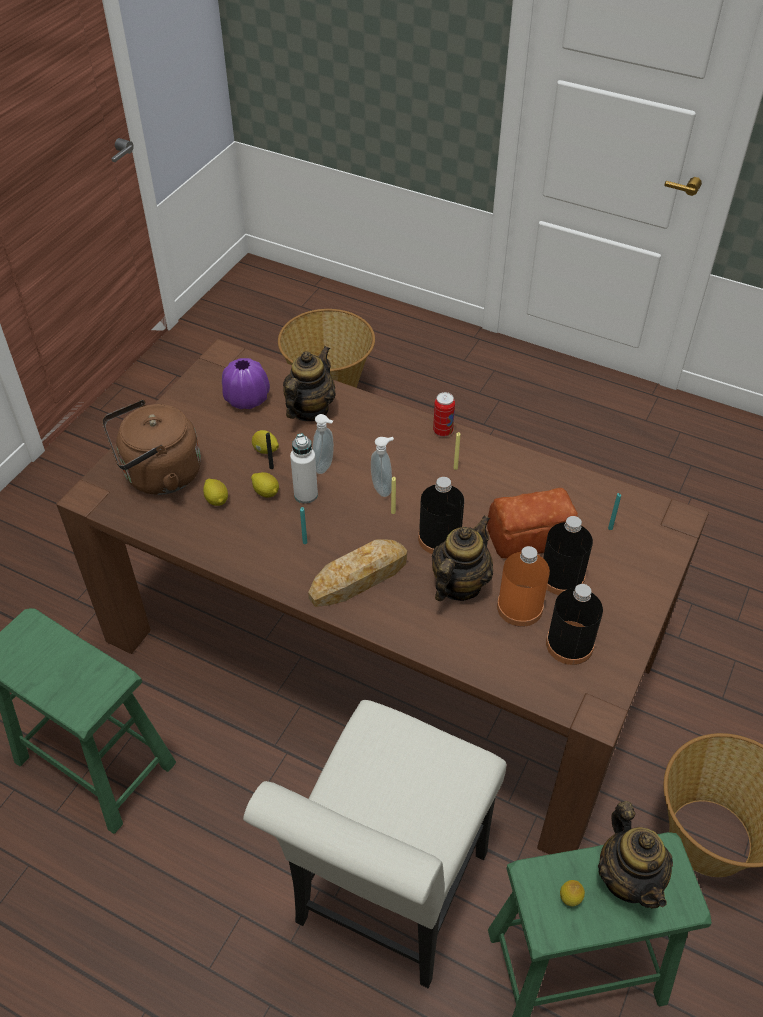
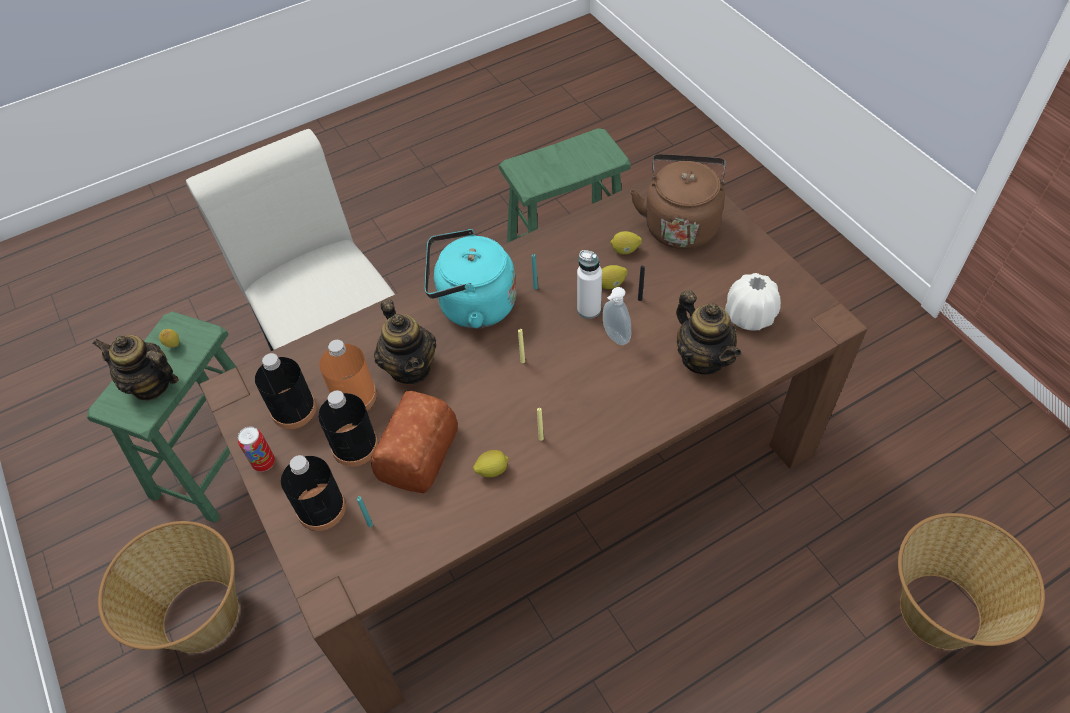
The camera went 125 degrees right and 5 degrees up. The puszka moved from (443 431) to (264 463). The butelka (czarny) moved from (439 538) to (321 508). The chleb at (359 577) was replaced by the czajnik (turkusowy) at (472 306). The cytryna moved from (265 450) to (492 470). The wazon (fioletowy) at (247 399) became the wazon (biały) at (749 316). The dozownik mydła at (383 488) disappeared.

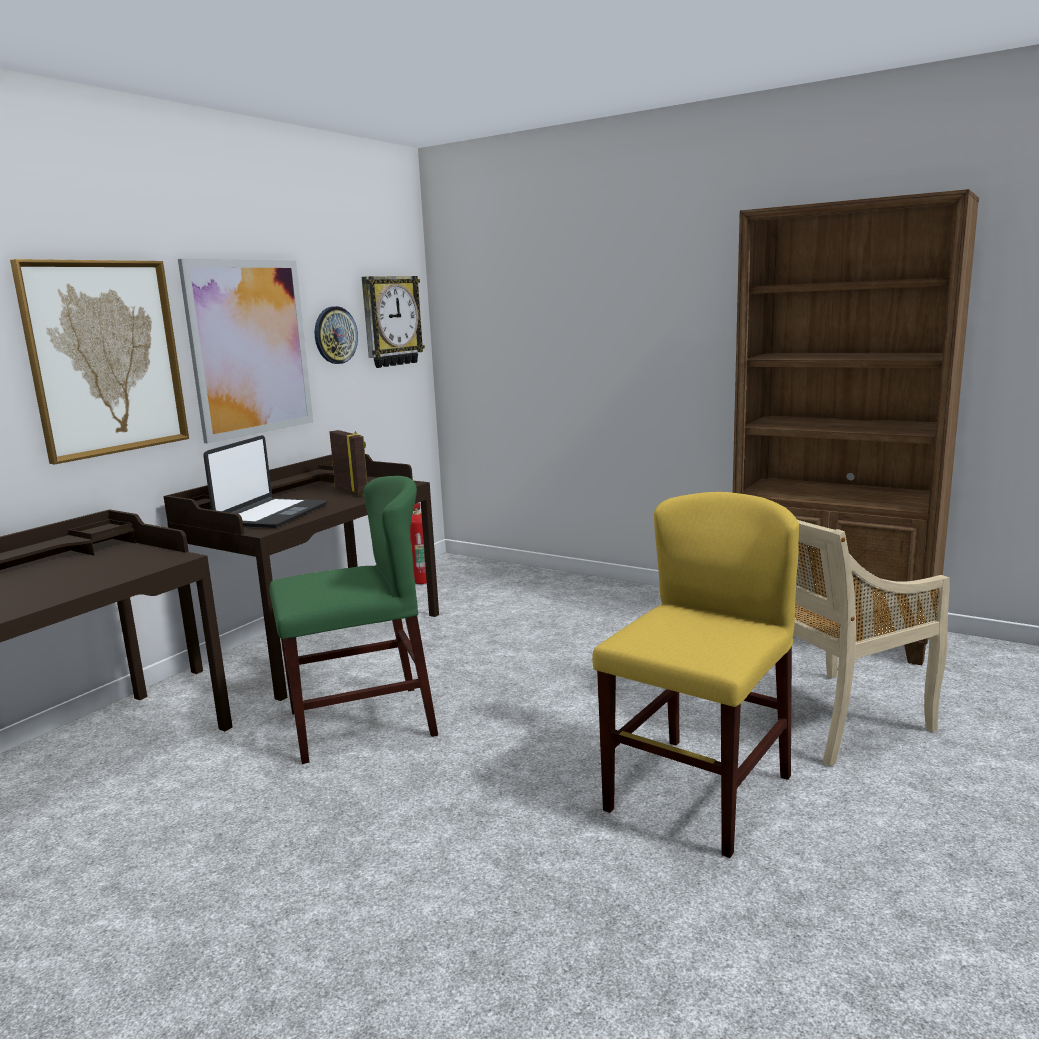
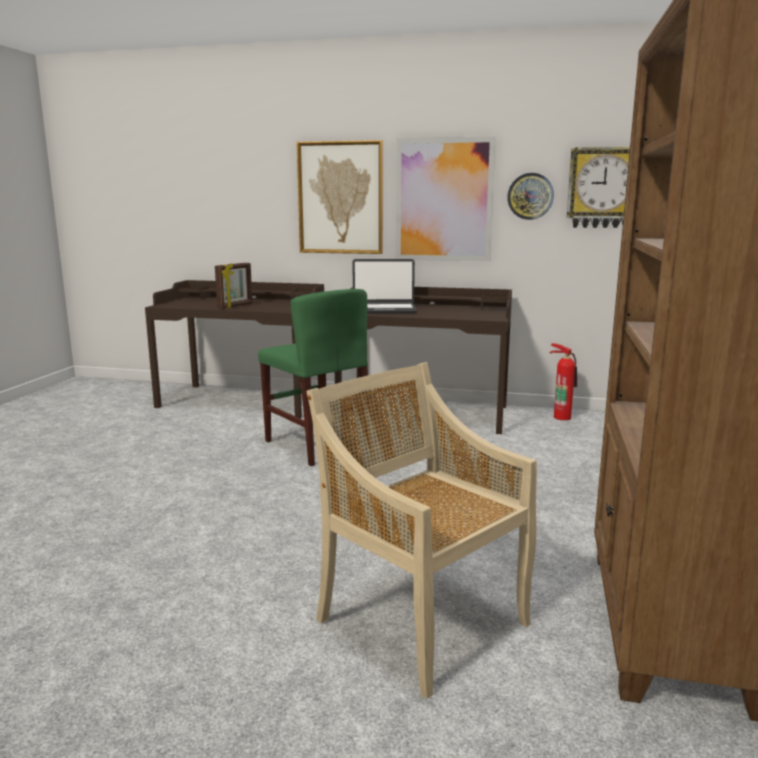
The camera went 70 degrees right and 0 degrees up. The ramka na zdjęcie moved from (352 491) to (235 306). The krzesło (żółty) at (698 793) disappeared.

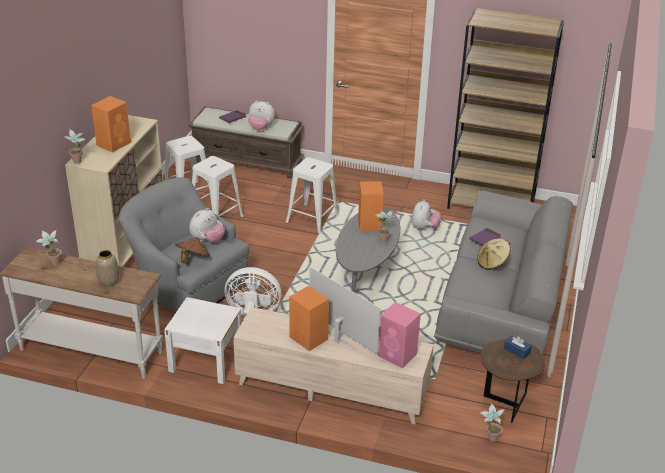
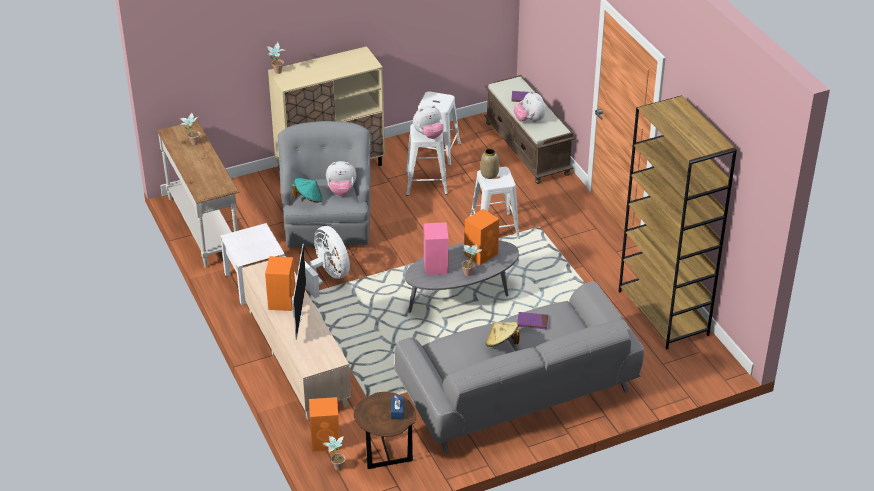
The camera went 50 degrees right and 5 degrees up. The kapelusz (brązowy) at (193 259) became the kapelusz (turkusowy) at (308 198). The głośnik (pomarańczowy) moved from (114 143) to (326 441). The pluszak moved from (424 228) to (429 135). The głośnik (różowy) moved from (398 355) to (436 266). The wazon moved from (108 281) to (489 174).

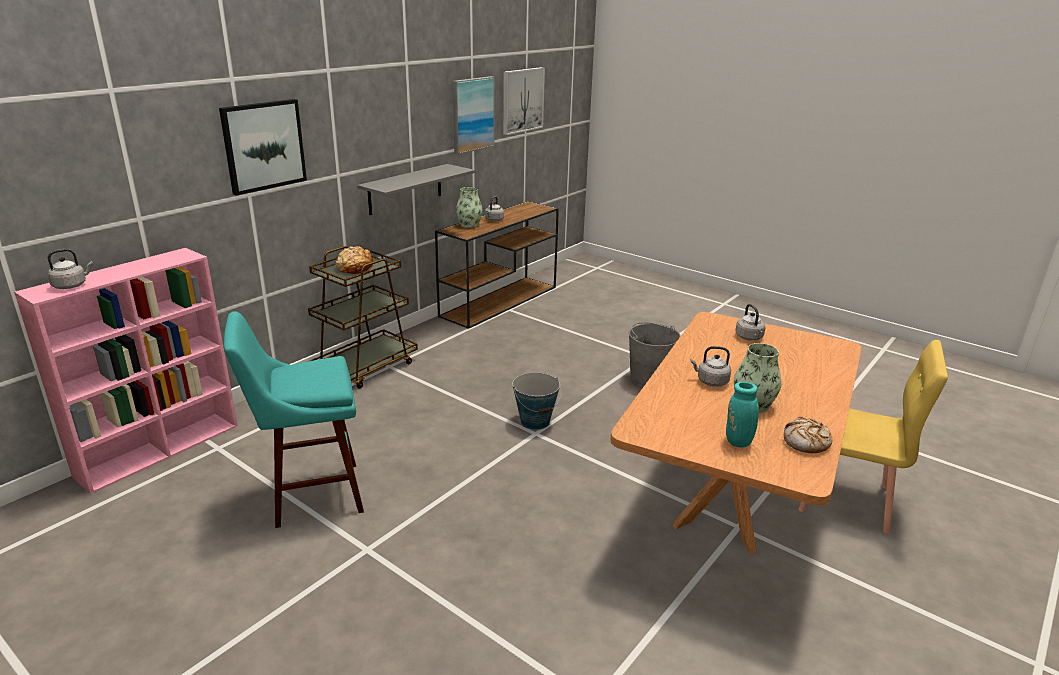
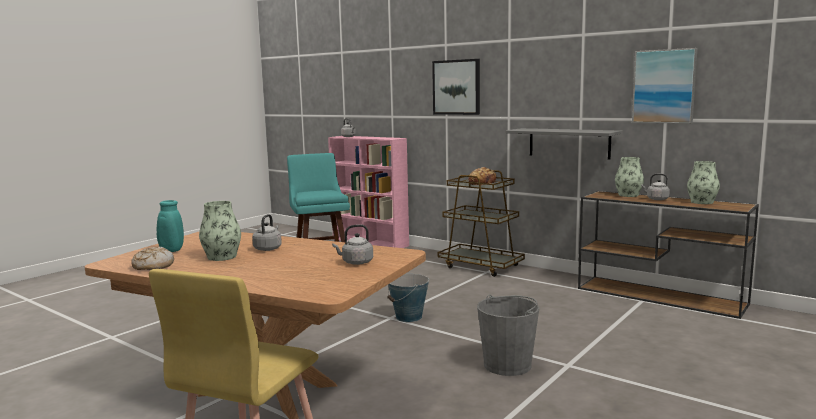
The camera went 90 degrees right and 15 degrees down. The wazon at (702 202) appeared. The obraz at (522 100) disappeared.

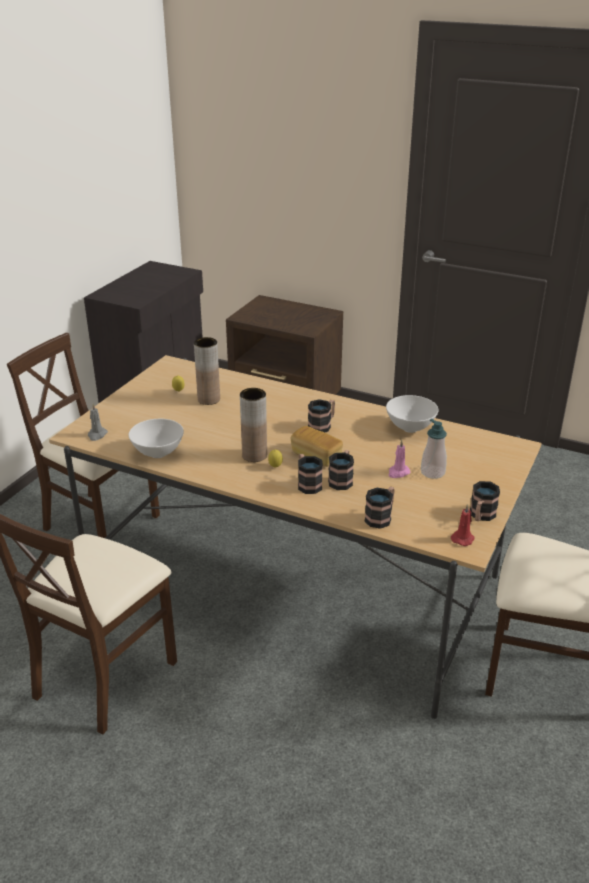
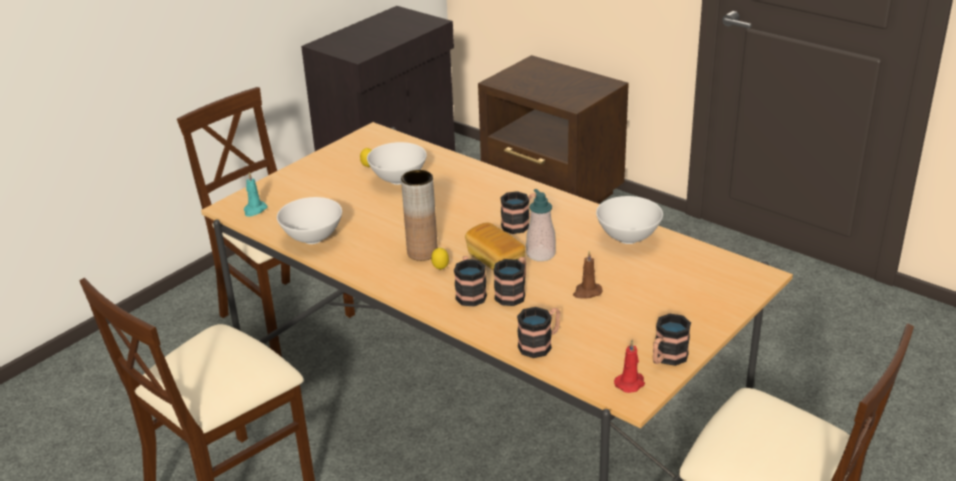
The camera went 15 degrees right and 0 degrees up. The świeca (szary) at (97 435) became the świeca (turkusowy) at (254 210). The wazon (brązowy) at (209 399) was replaced by the miska (biały) at (399 180). The dozownik mydła moved from (432 472) to (541 254). The świeca (różowy) at (398 473) became the świeca (brązowy) at (587 292).

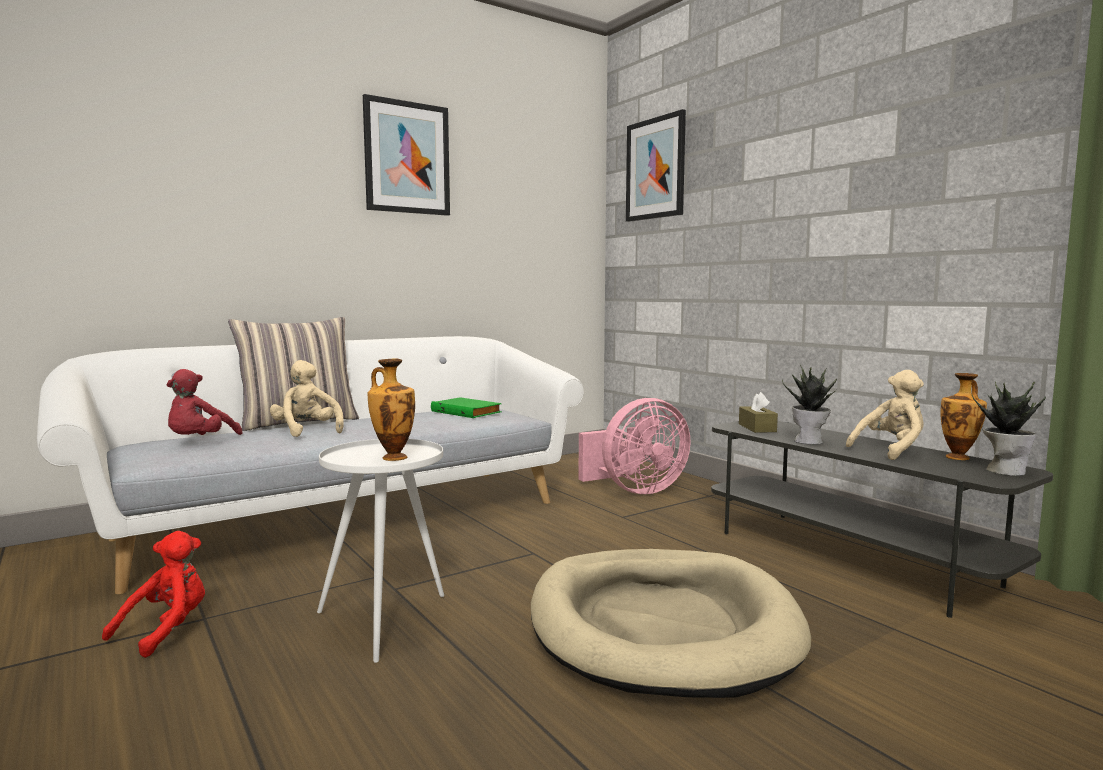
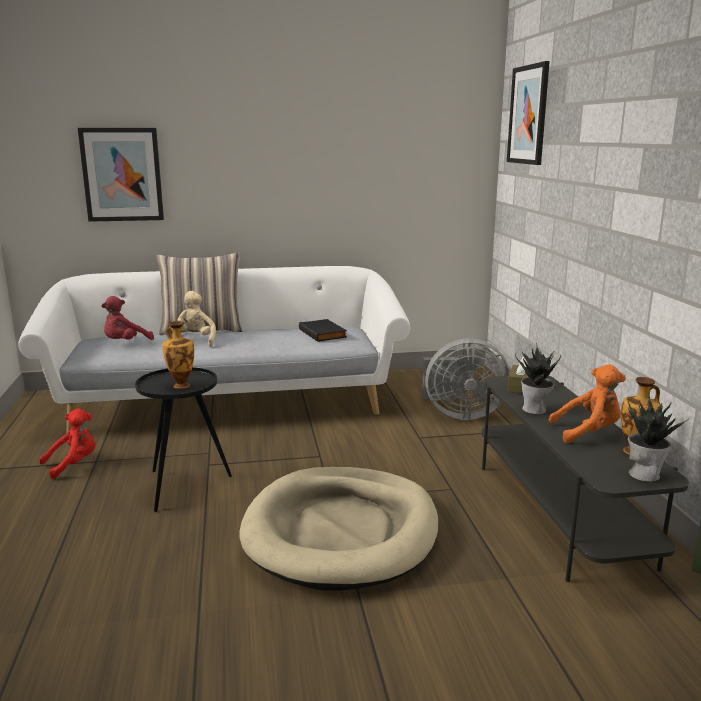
The camera went 25 degrees right and 10 degrees up. The obraz moved from (407 158) to (122 174). The stolik (biały) at (388 620) became the stolik (czarny) at (185 486). The książka (zielony) at (467 411) became the książka (czarny) at (323 333). The wentylator (różowy) at (636 490) became the wentylator (szary) at (460 414). The pluszak (beżowy) at (891 450) became the pluszak (pomarańczowy) at (588 432).

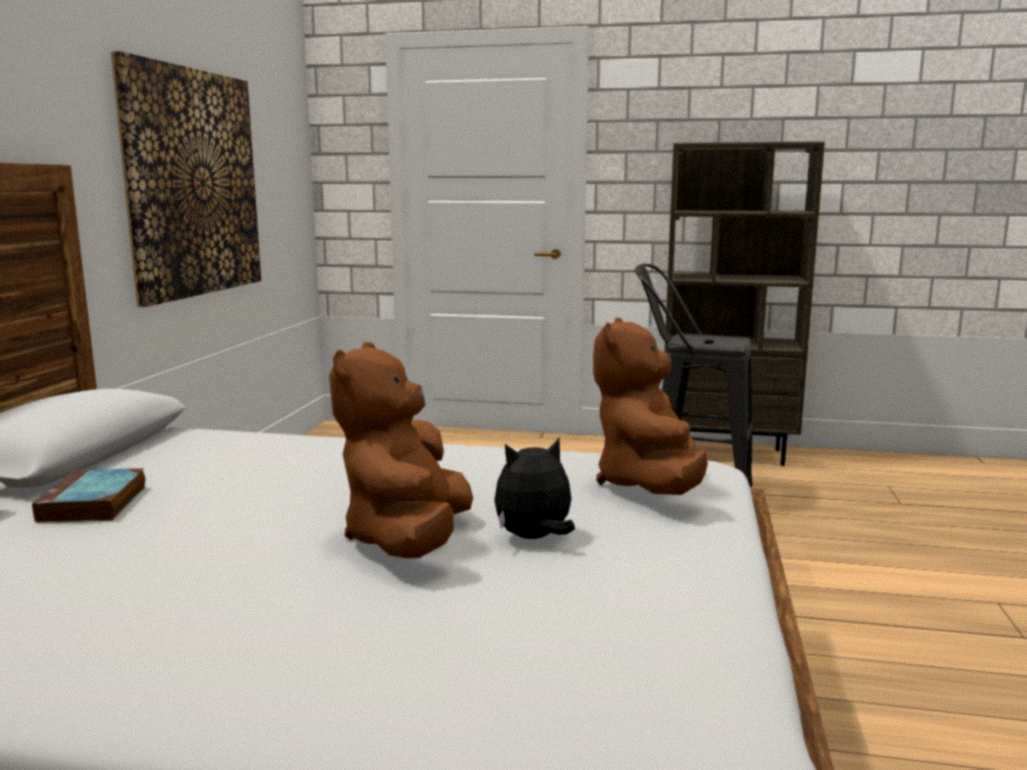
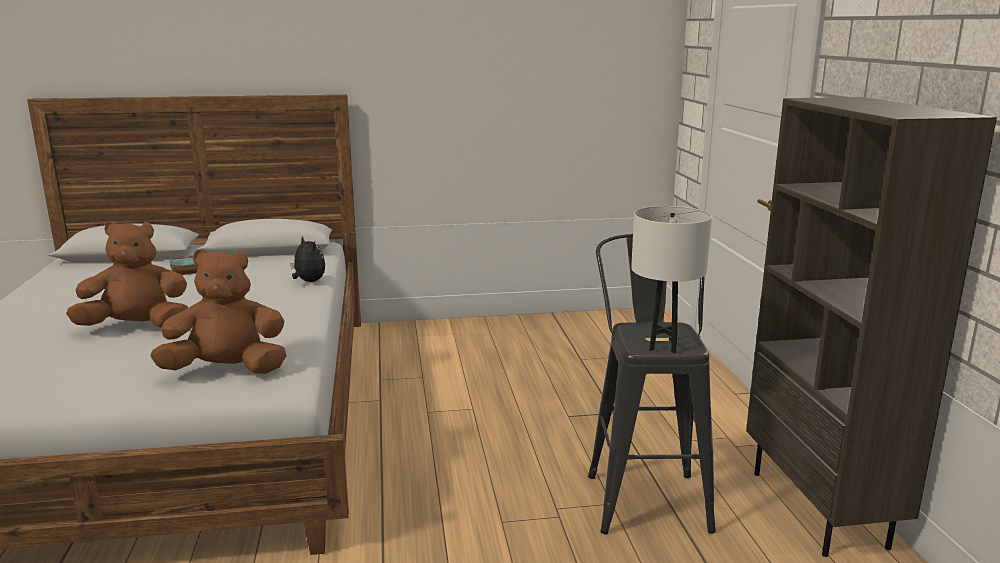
The camera went 70 degrees right and 5 degrees up. The pluszak moved from (534 538) to (308 281). The lampa stołowa (biały) at (662 347) appeared. The obraz at (193 183) disappeared.

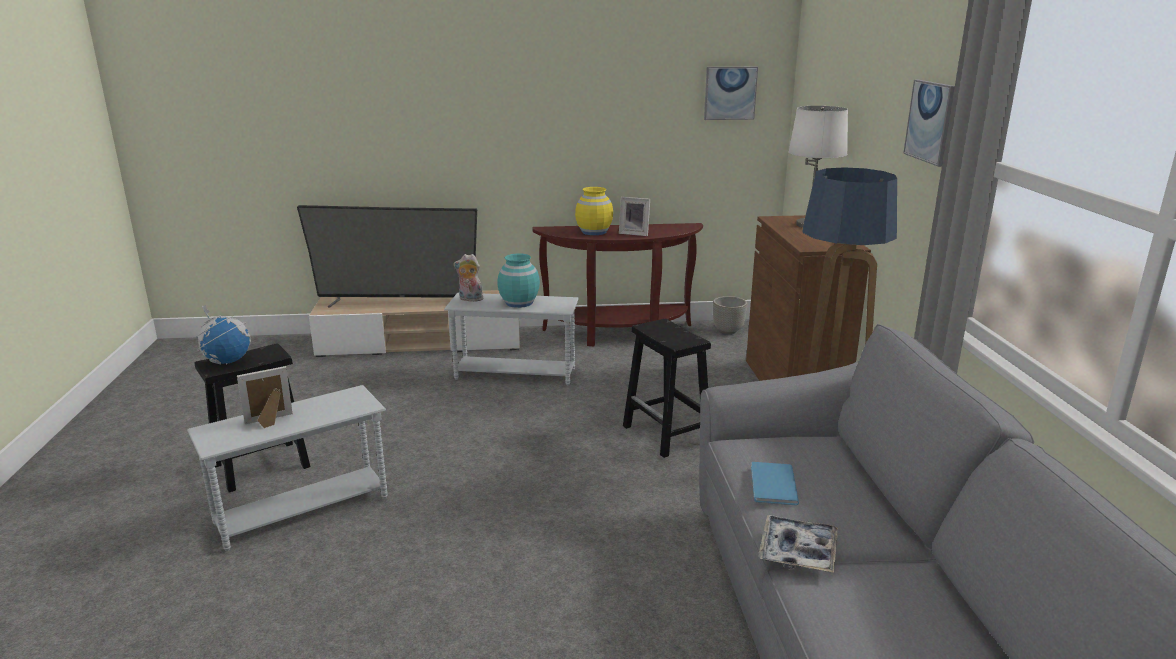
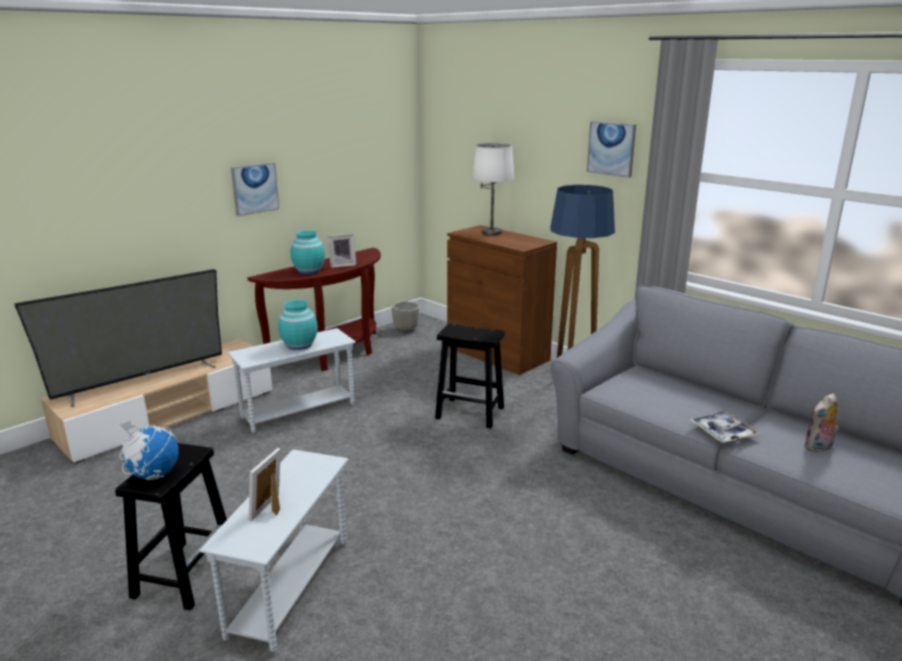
The camera went 40 degrees left and 0 degrees up. The obraz moved from (730 93) to (255 188). The wazon (żółty) at (594 232) became the wazon (turkusowy) at (309 270). The pluszak moved from (470 299) to (818 448). The książka (niebieski) at (771 485) disappeared.

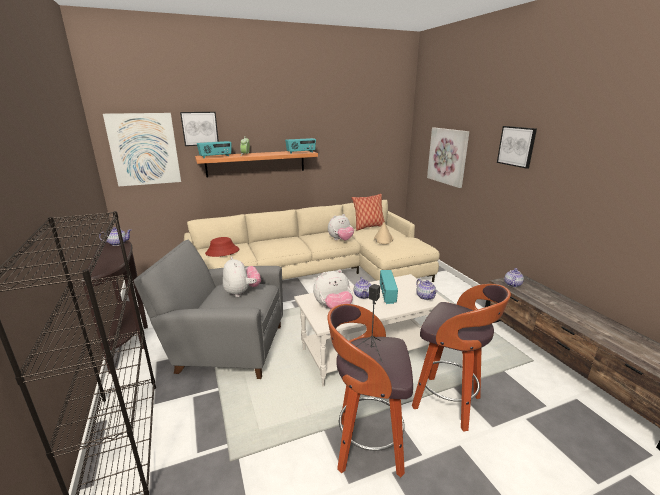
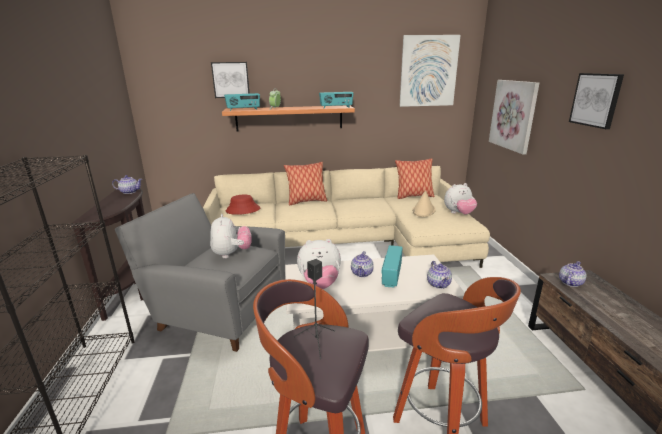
The camera went 15 degrees right and 0 degrees up. The poduszka at (306 201) appeared. The obraz moved from (144 149) to (428 71). The pluszak moved from (340 240) to (458 213).

